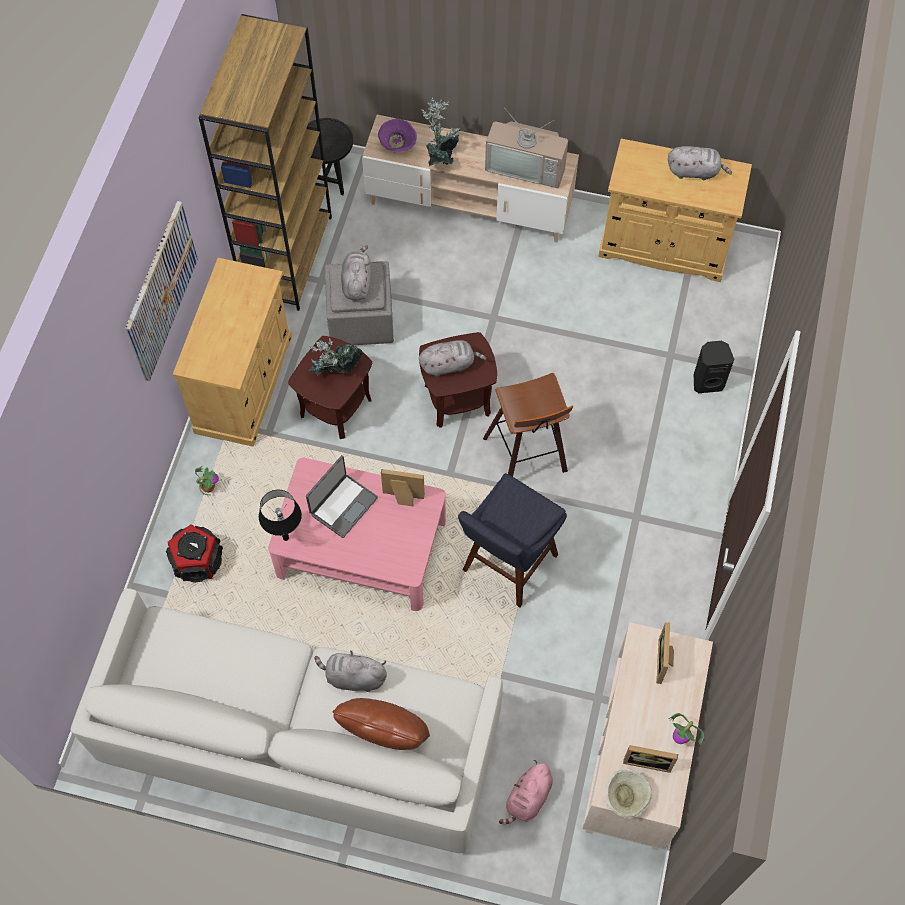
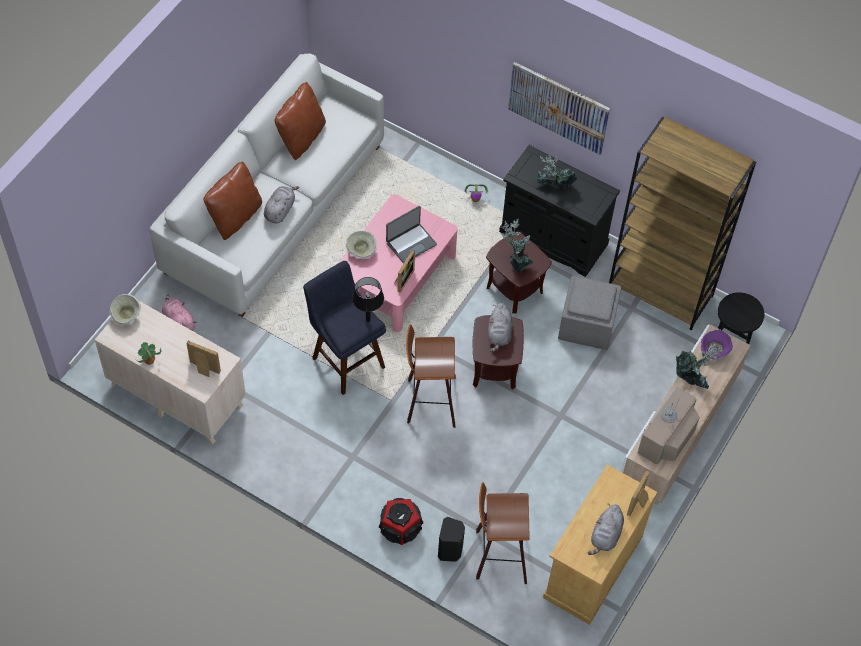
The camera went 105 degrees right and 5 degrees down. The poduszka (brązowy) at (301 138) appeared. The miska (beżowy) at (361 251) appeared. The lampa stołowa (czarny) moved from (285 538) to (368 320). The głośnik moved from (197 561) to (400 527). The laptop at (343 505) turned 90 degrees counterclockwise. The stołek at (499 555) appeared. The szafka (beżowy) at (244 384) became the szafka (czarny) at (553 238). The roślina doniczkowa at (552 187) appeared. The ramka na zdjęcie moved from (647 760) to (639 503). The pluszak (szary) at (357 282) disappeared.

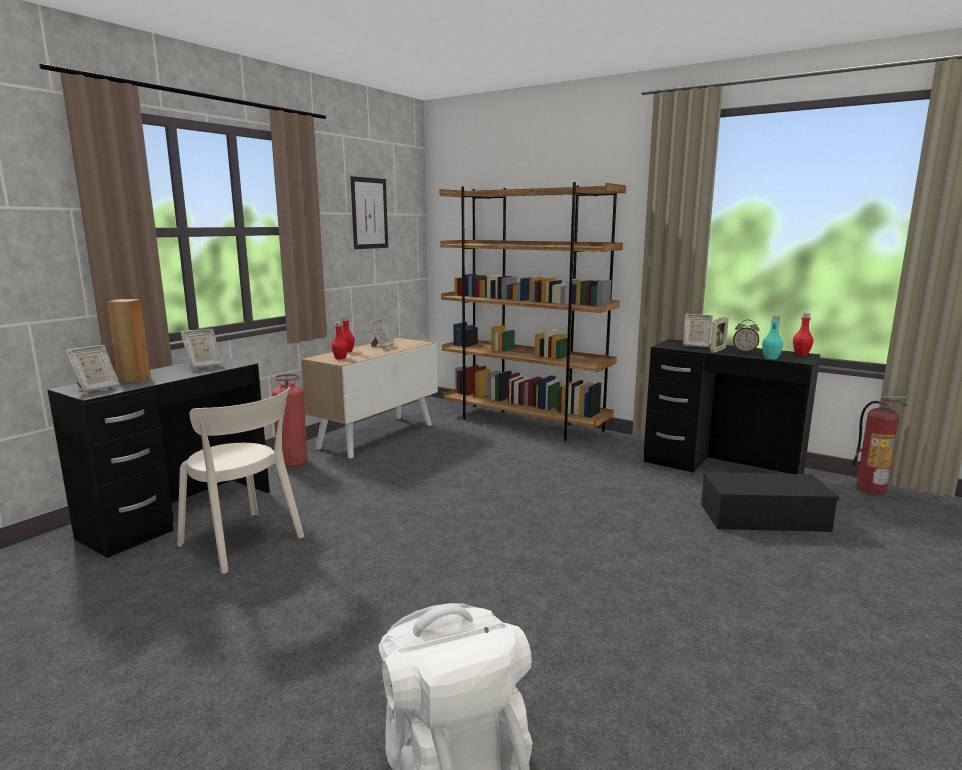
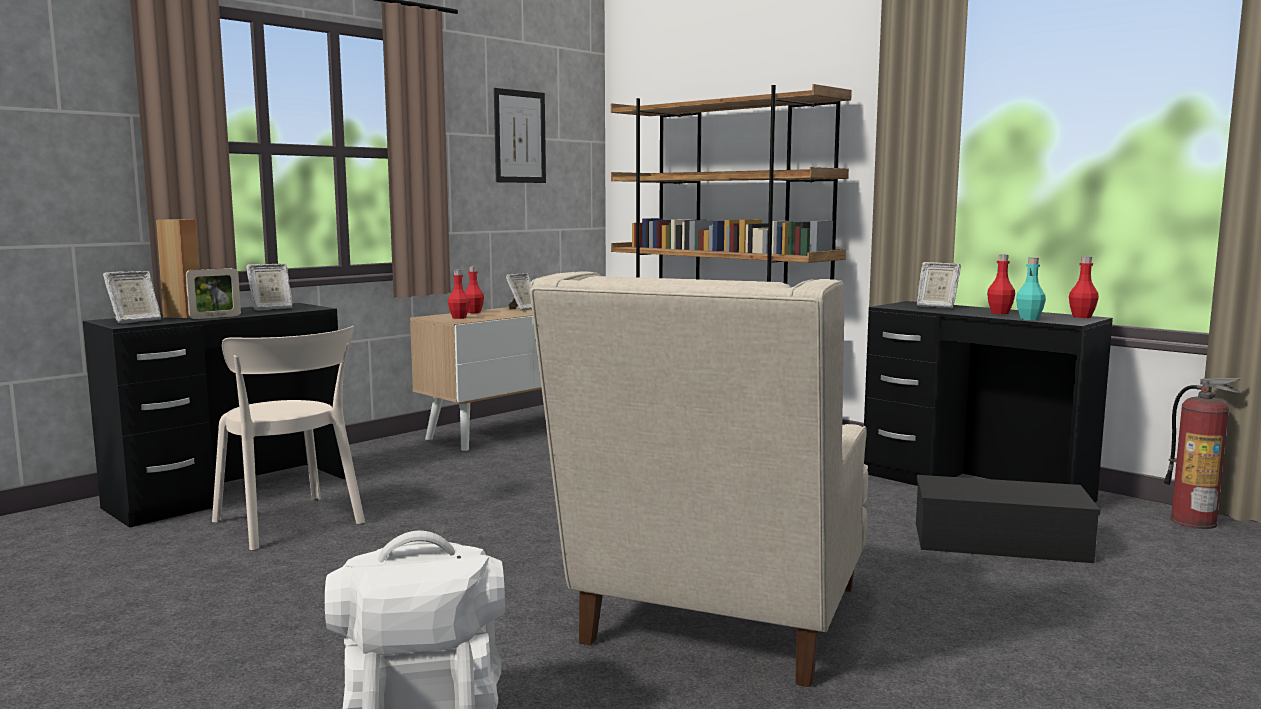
The camera went 10 degrees right and 5 degrees down. The ramka na zdjęcie moved from (717 350) to (215 317). The fotel (beżowy) at (716 625) appeared. The budzik at (744 351) was replaced by the butelka (czerwony) at (999 313). The gaśnica at (292 463) disappeared.

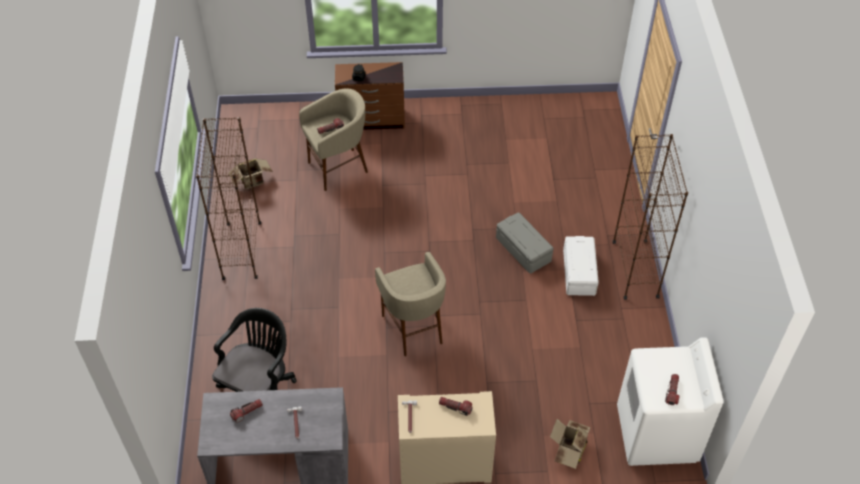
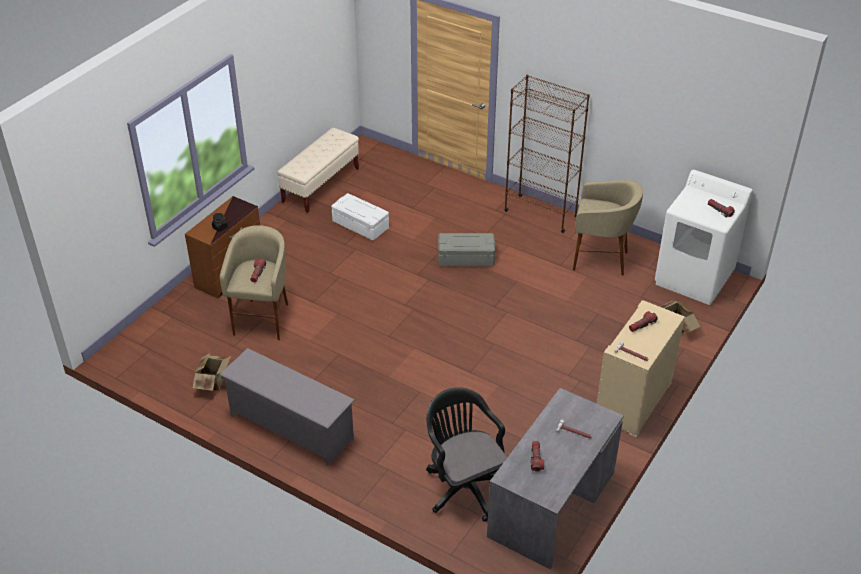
The camera went 55 degrees left and 10 degrees down. The regał (brązowy) at (242 251) was replaced by the regał na buty (szary) at (290 427). The ławka (beżowy) at (321 185) appeared. The pojemnik do przechowywania (biały) moved from (579 272) to (361 224). The stołek (beżowy) moved from (413 329) to (600 260).

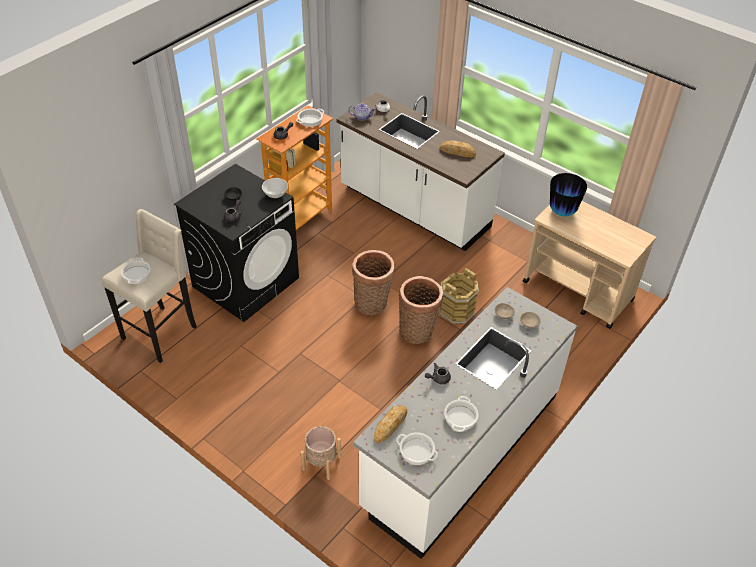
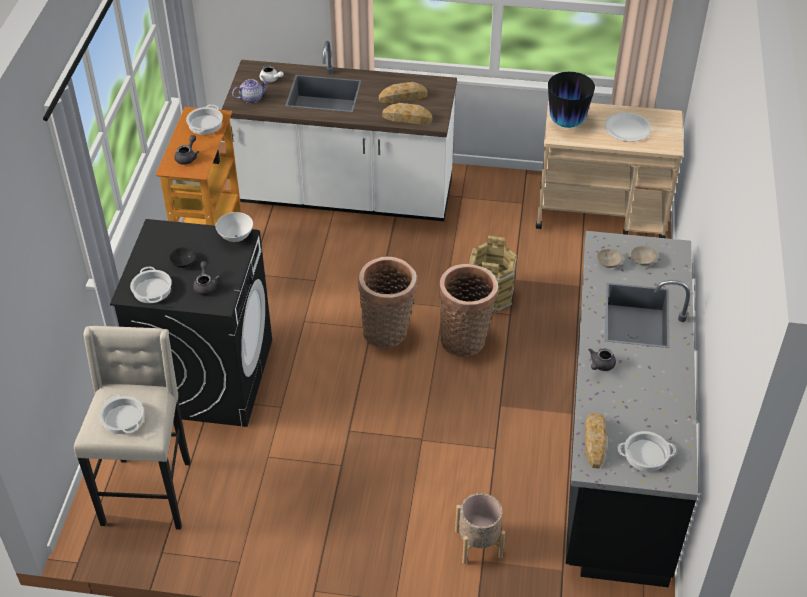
The camera went 30 degrees left and 0 degrees up. The garnek moved from (460 417) to (151 290). The chleb at (407 117) appeared. The zabudowa kuchenna (biały) at (461 450) became the zabudowa kuchenna (czarny) at (616 448). The talerz (biały) at (627 128) appeared.

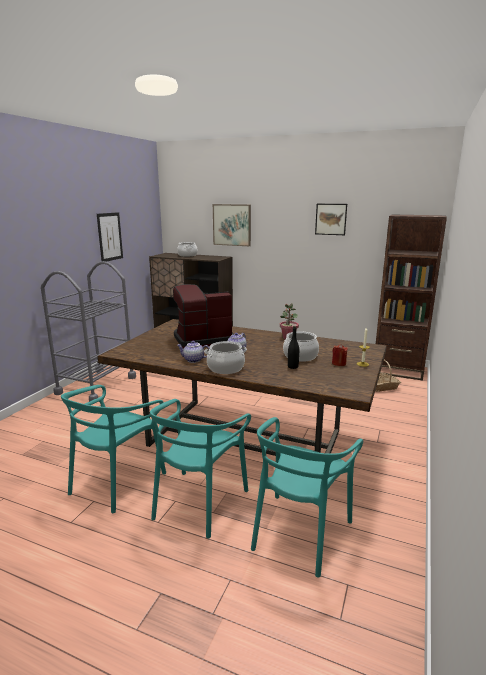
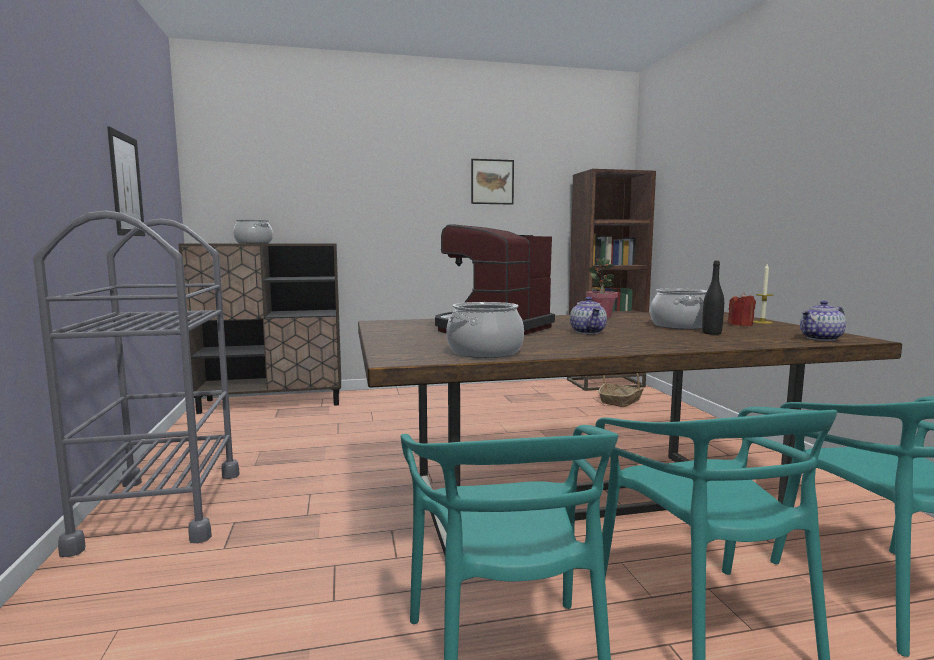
The camera went 35 degrees left and 10 degrees down. The garnek moved from (226 368) to (484 352). The imbryk moved from (193 360) to (821 339). The obraz at (232 225) disappeared.

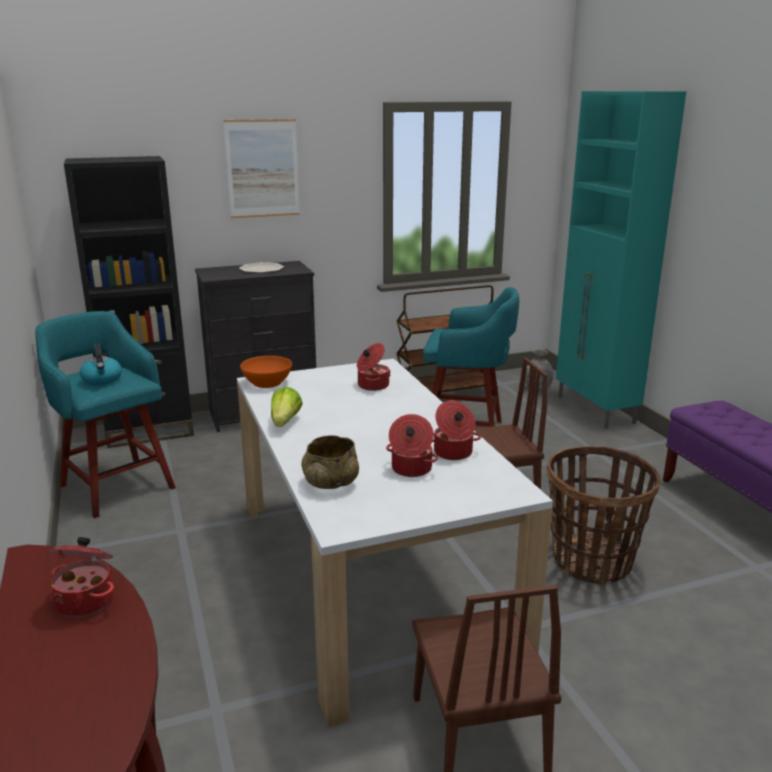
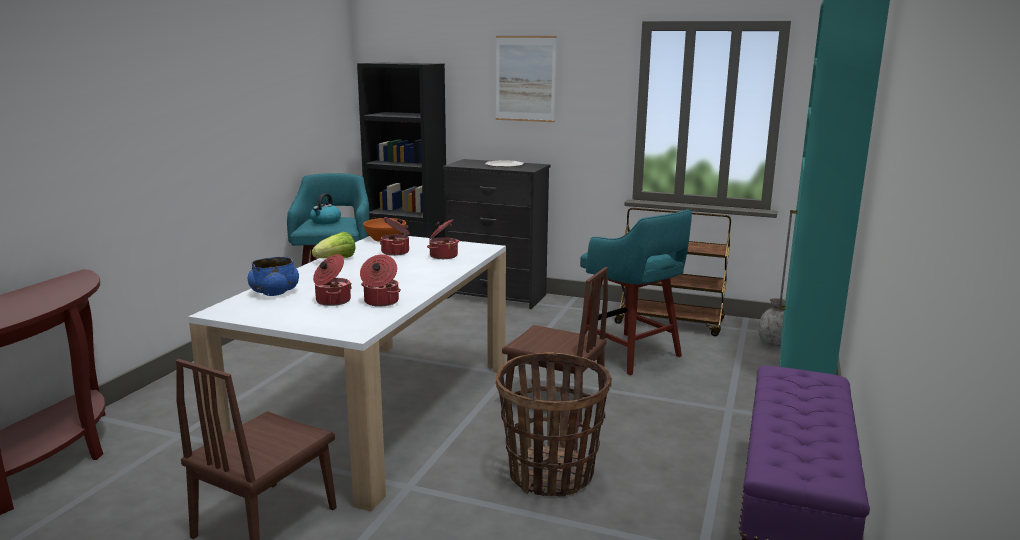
The camera went 40 degrees right and 5 degrees down. The miska (beżowy) at (331 482) became the miska (niebieski) at (274 292). The garnek moved from (87 600) to (396 252).

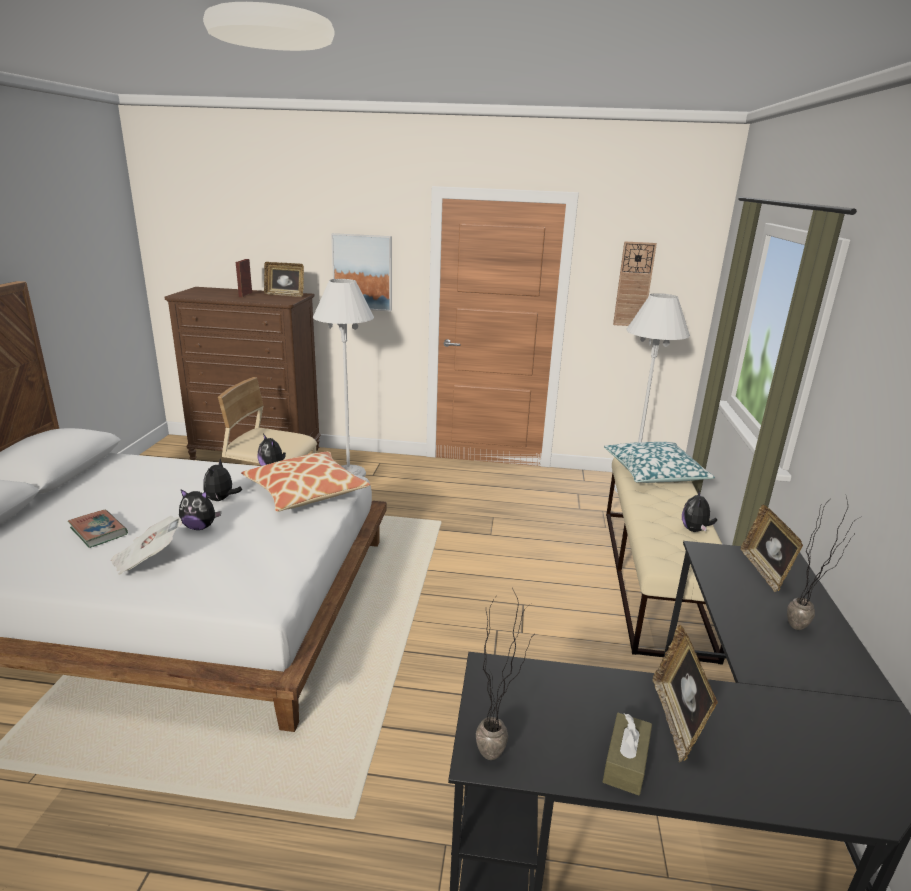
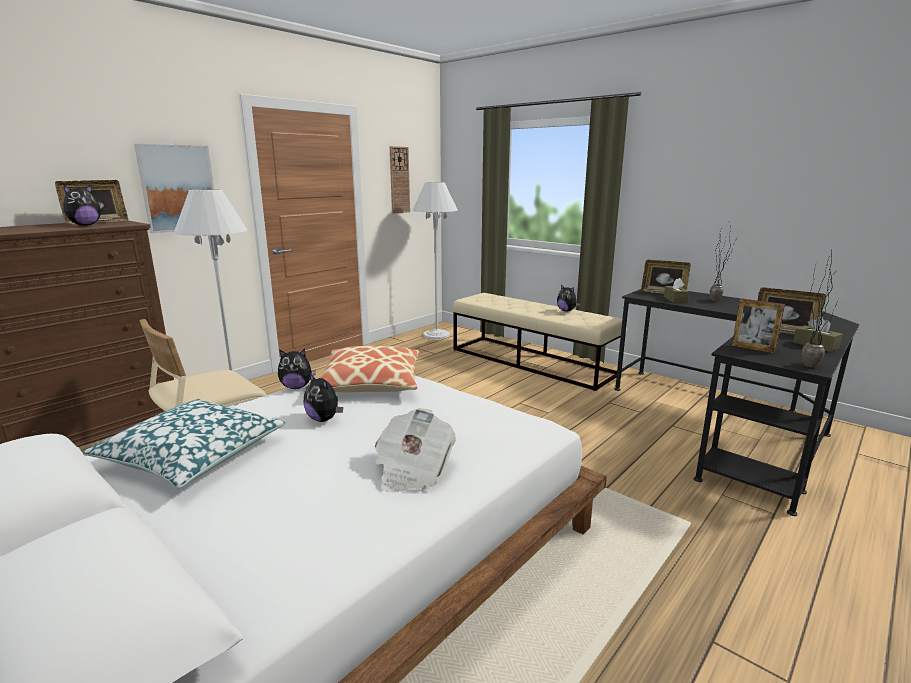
The camera went 55 degrees left and 5 degrees down. The pluszak moved from (200 527) to (85 225). The poduszka moved from (654 473) to (193 455). The pudełko chusteczek (brązowy) at (675 299) appeared. The ramka na zdjęcie moved from (245 294) to (753 348). The książka at (98 531) disappeared.

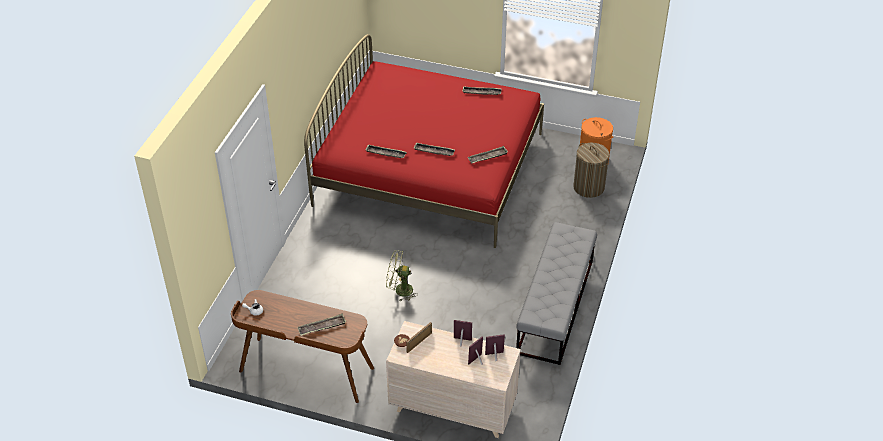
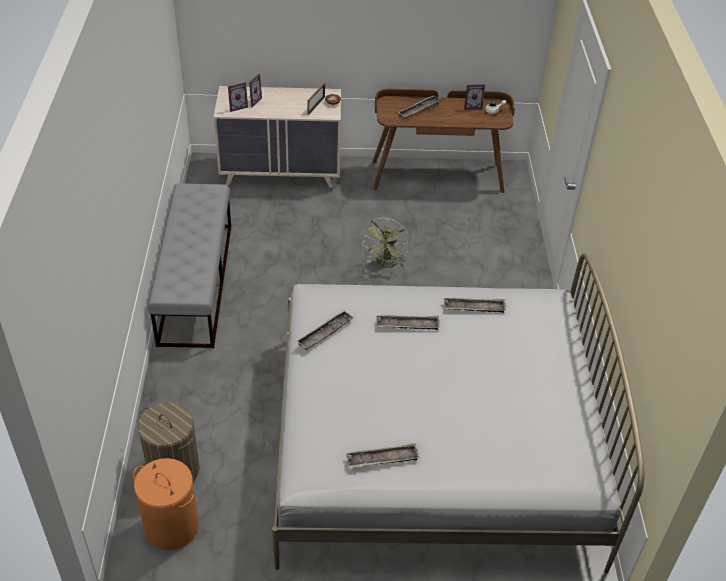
The camera went 160 degrees right and 0 degrees up. The łóżko (czerwony) at (429 169) became the łóżko (biały) at (433 445). The wentylator (zielony) at (399 290) turned 120 degrees clockwise. The ramka na zdjęcie moved from (461 342) to (472 106).

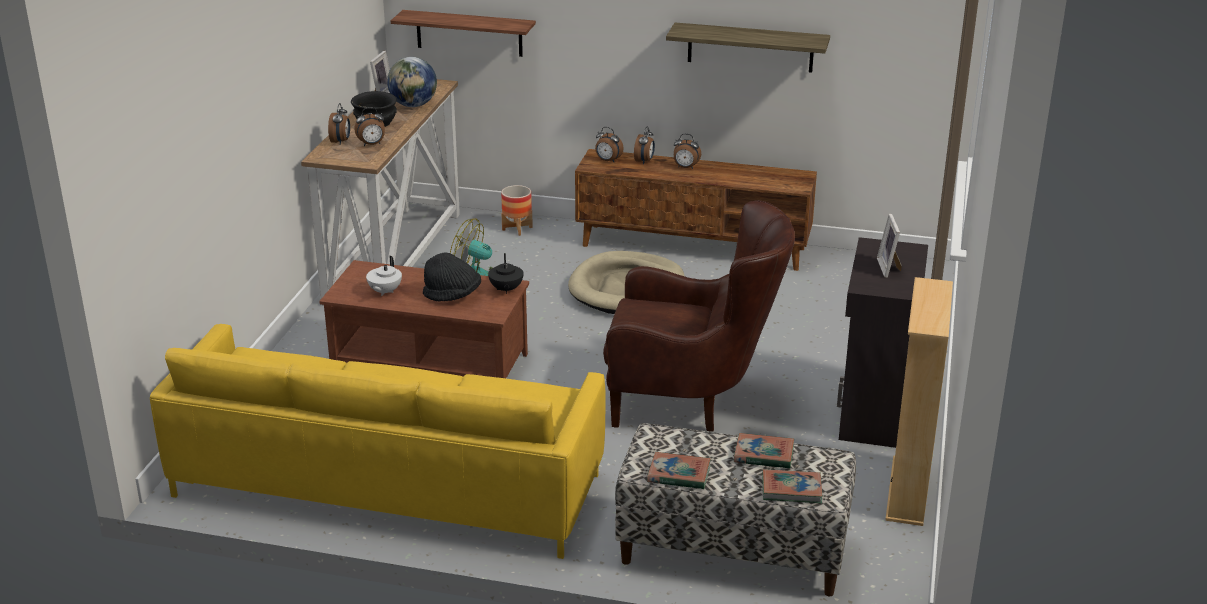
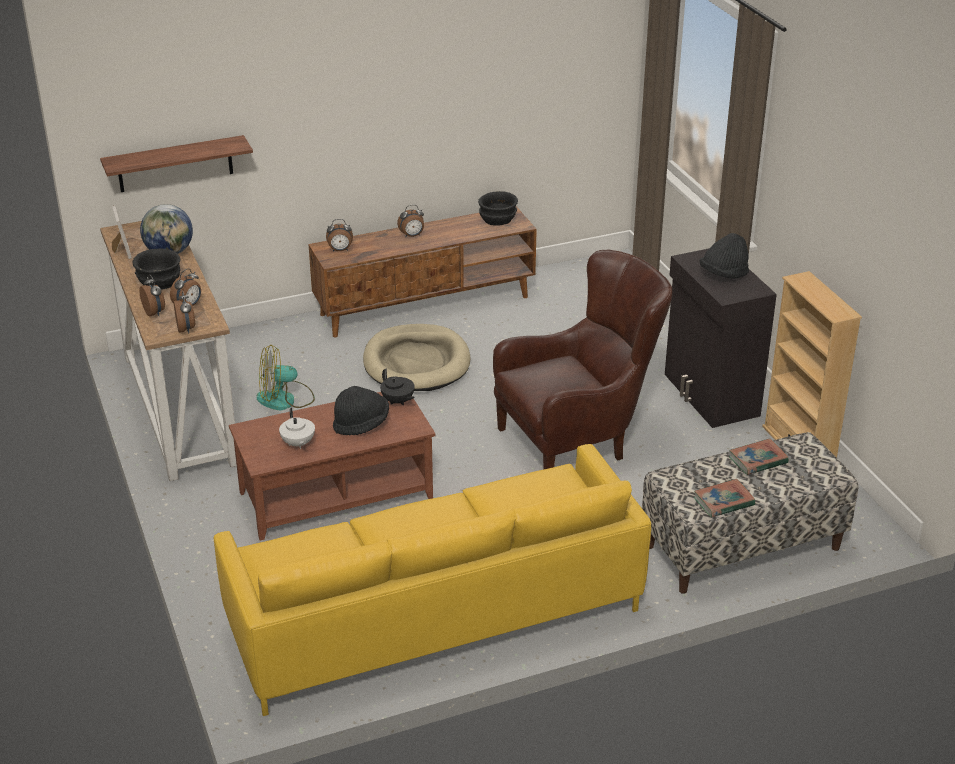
The camera went 35 degrees left and 5 degrees up. The budzik moved from (644 161) to (186 329). The miska (czarny) at (497 220) appeared. The ramka na zdjęcie at (889 268) was replaced by the kapelusz (czarny) at (723 274). The donica at (517 228) disappeared. The półka at (750 47) disappeared. The książka at (791 490) disappeared.

